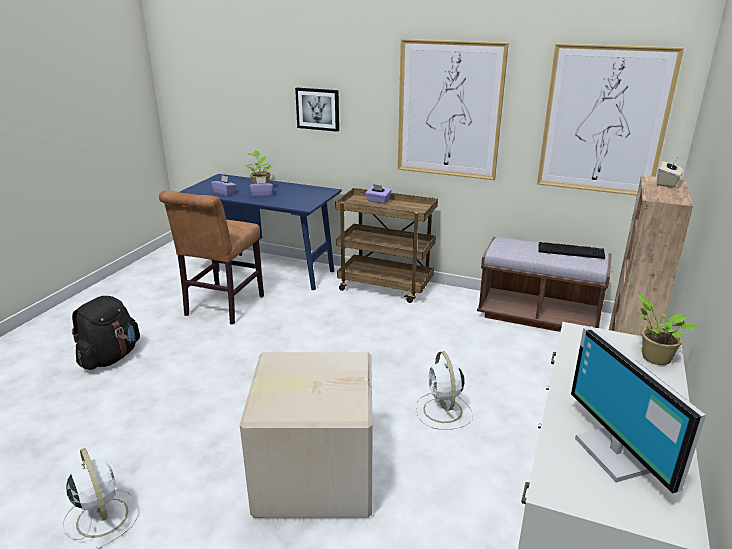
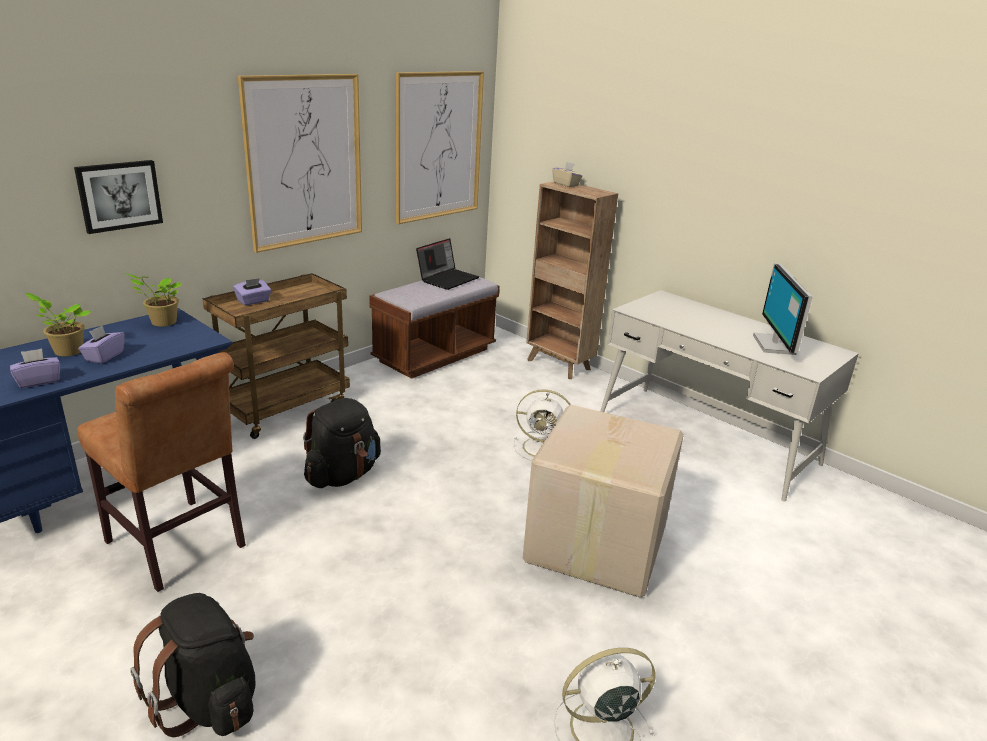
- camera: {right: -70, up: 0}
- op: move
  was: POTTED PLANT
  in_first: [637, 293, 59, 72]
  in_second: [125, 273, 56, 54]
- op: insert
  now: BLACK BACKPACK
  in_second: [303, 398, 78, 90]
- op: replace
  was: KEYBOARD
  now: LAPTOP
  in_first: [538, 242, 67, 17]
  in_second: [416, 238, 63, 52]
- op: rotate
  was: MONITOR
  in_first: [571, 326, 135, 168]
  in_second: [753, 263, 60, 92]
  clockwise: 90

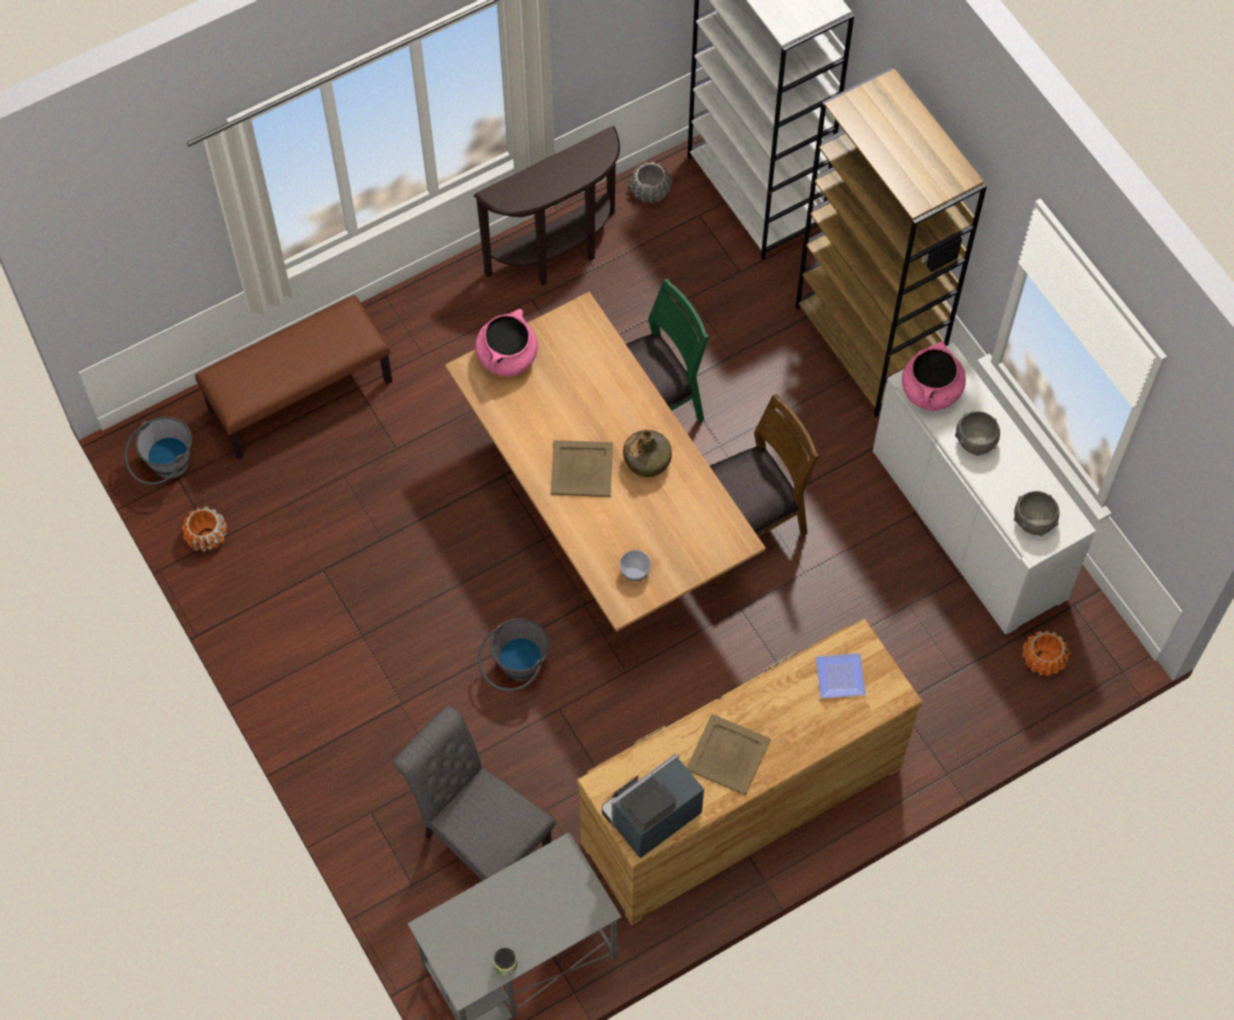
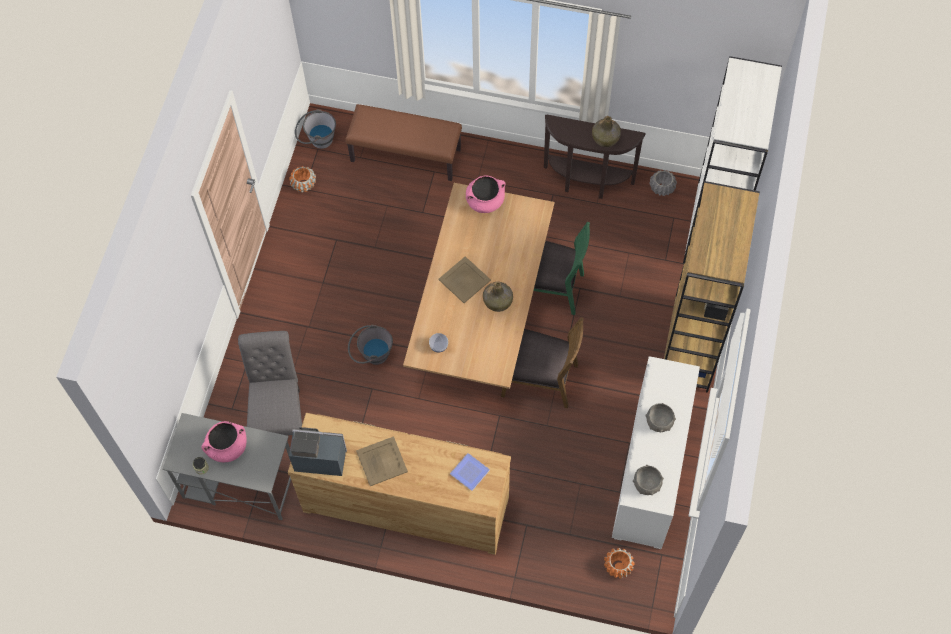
- camera: {right: 45, up: 0}
- op: move
  was: PINK COOKING POT
  in_first: [902, 341, 64, 71]
  in_second: [201, 421, 46, 41]
- op: insert
  now: GREEN BOTTLE
  in_second: [592, 116, 29, 31]

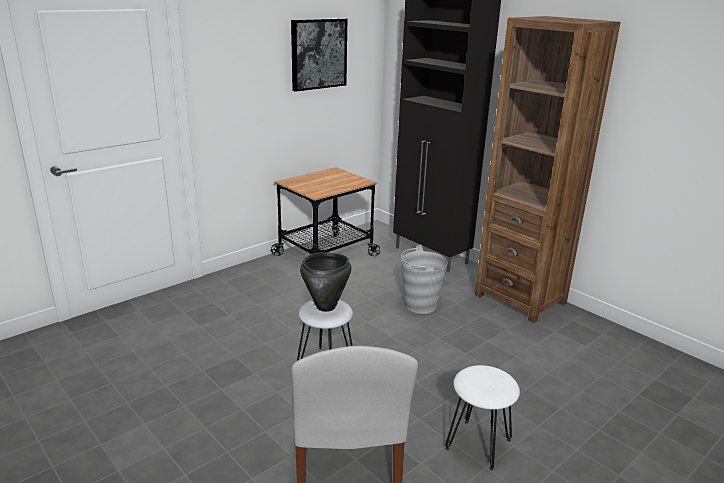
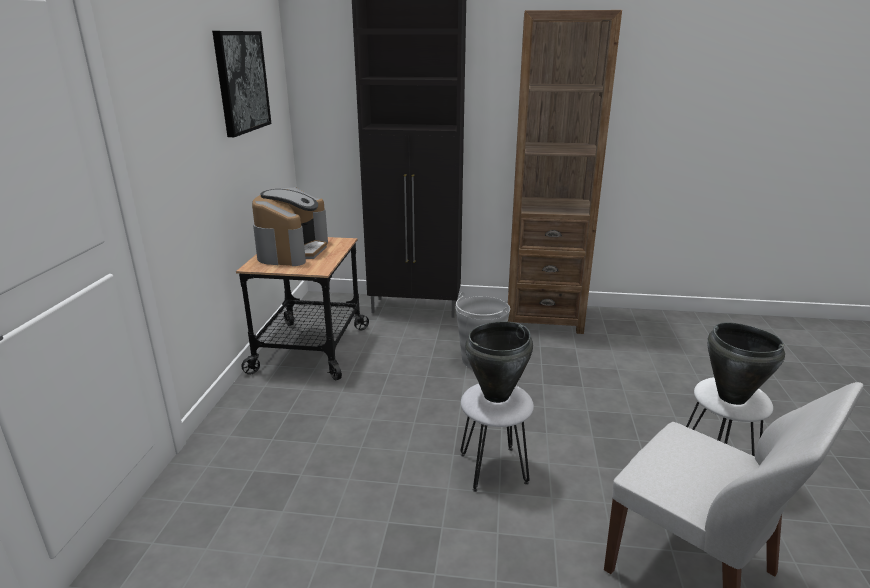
- camera: {right: -40, up: 0}
- op: insert
  now: COFFEE MACHINE
  in_second: [252, 187, 76, 79]
- op: insert
  now: BLACK COOKING POT
  in_second: [707, 322, 78, 83]

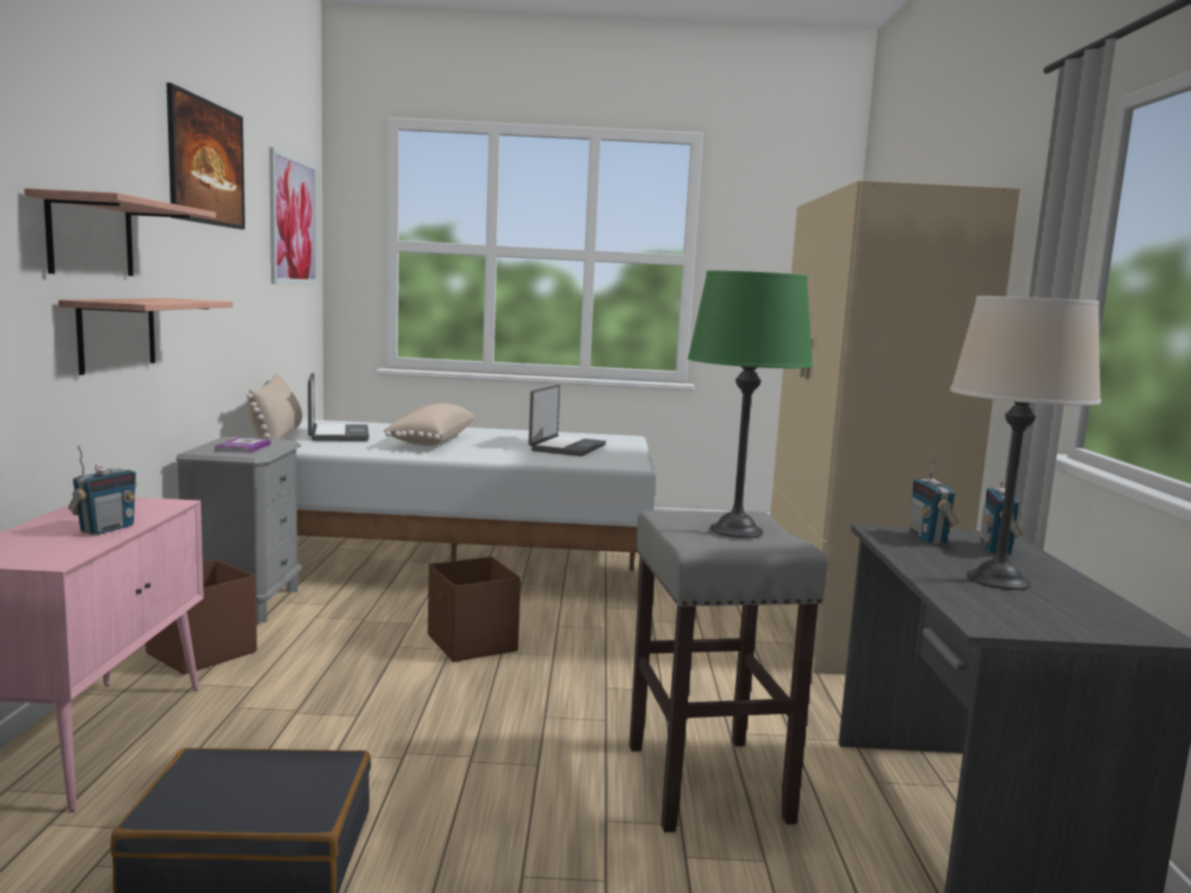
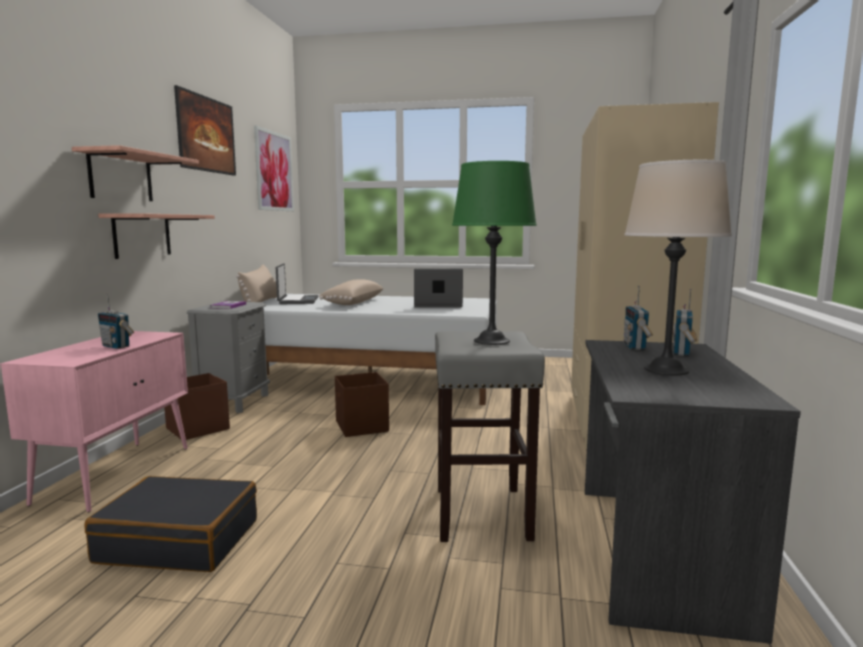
- camera: {right: 10, up: 0}
- op: rotate
  was: RADIO
  in_first: [68, 445, 69, 90]
  in_second: [98, 293, 36, 56]
  clockwise: 90
- op: rotate
  was: LAPTOP
  in_first: [528, 385, 78, 71]
  in_second: [414, 268, 49, 40]
  clockwise: -120

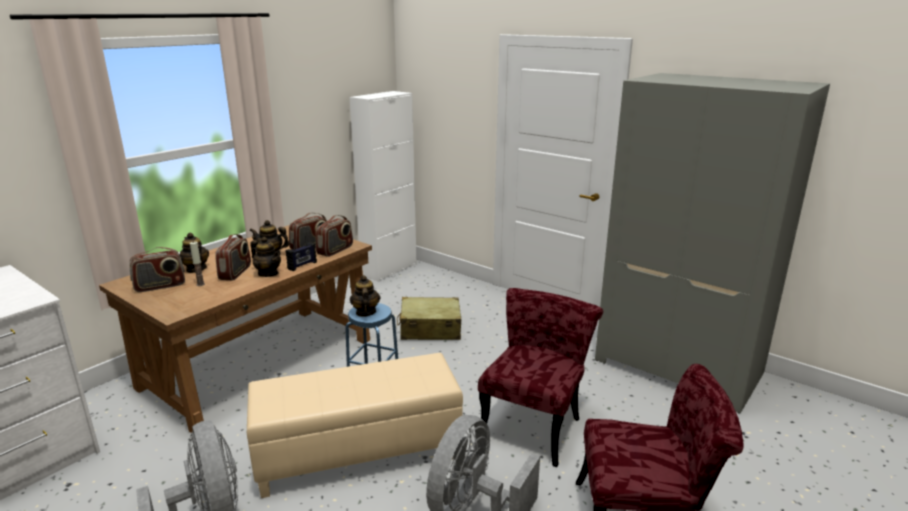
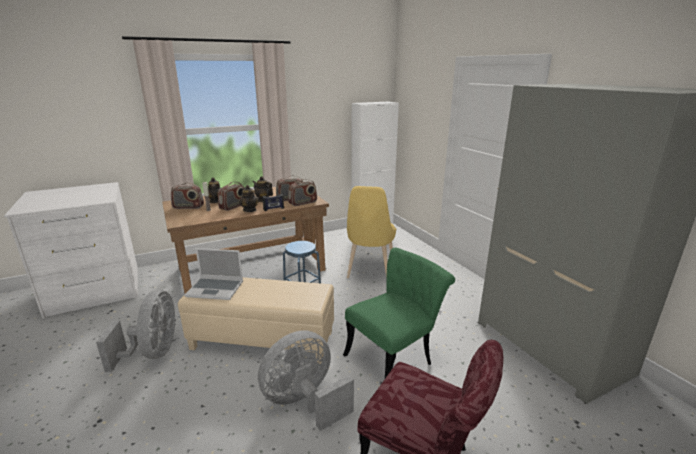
- camera: {right: 25, up: 0}
- op: insert
  now: LAPTOP
  in_second: [185, 248, 58, 52]
- op: recolor
  was: RED CHAIR
  now: GREEN CHAIR
  in_first: [478, 288, 125, 179]
  in_second: [343, 248, 112, 130]
- op: replace
  was: BEIGE SUITCASE
  now: YELLOW CHAIR
  in_first: [397, 297, 65, 43]
  in_second: [347, 186, 49, 93]
- op: delete
  was: TEAPOT
  in_first: [350, 275, 31, 42]

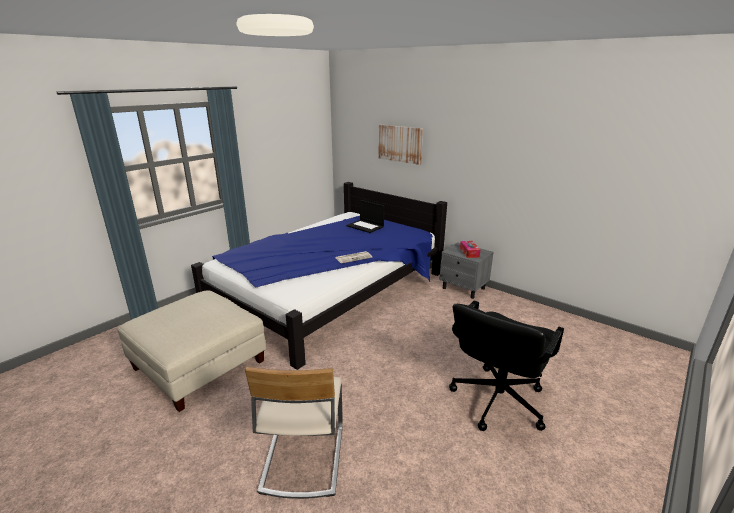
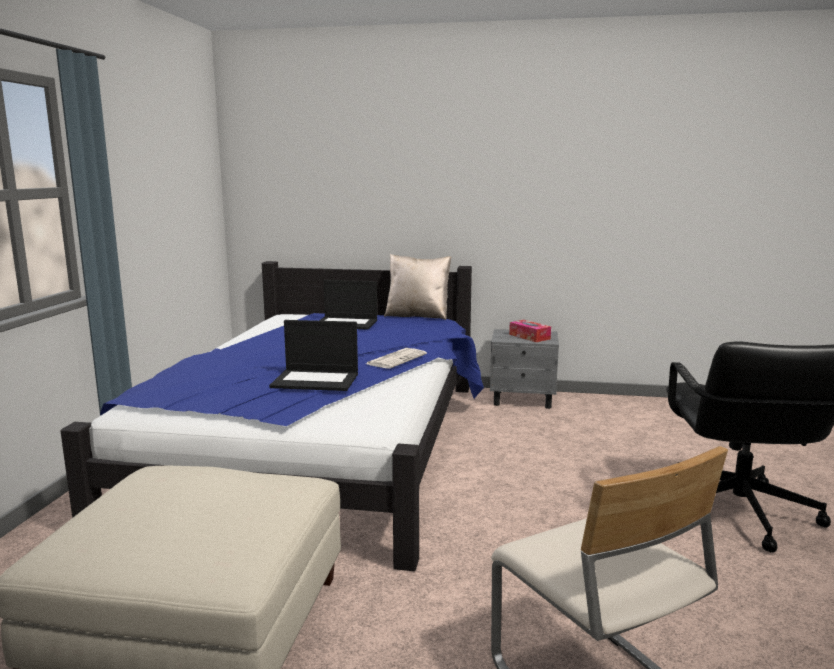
- camera: {right: -30, up: -10}
- op: insert
  now: LAPTOP
  in_second: [269, 320, 89, 71]
- op: insert
  now: BEIGE PILLOW
  in_second: [384, 254, 67, 66]
- op: delete
  was: PICTURE
  in_first: [379, 125, 44, 40]

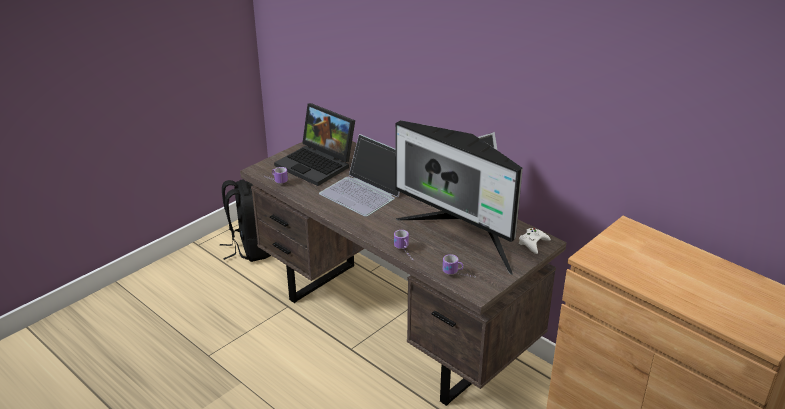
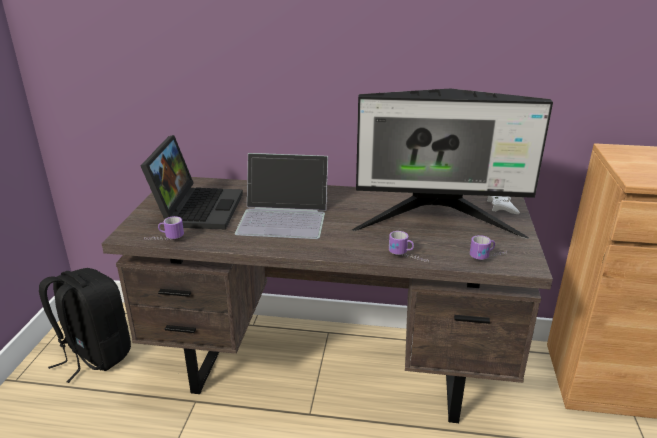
- camera: {right: -35, up: -5}
- op: rotate
  was: LAPTOP
  in_first: [274, 103, 81, 83]
  in_second: [141, 135, 102, 95]
  clockwise: -90

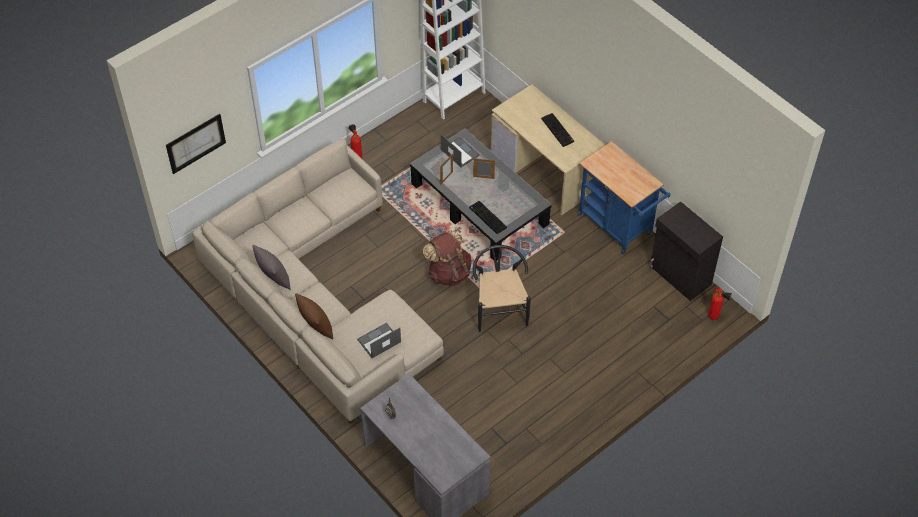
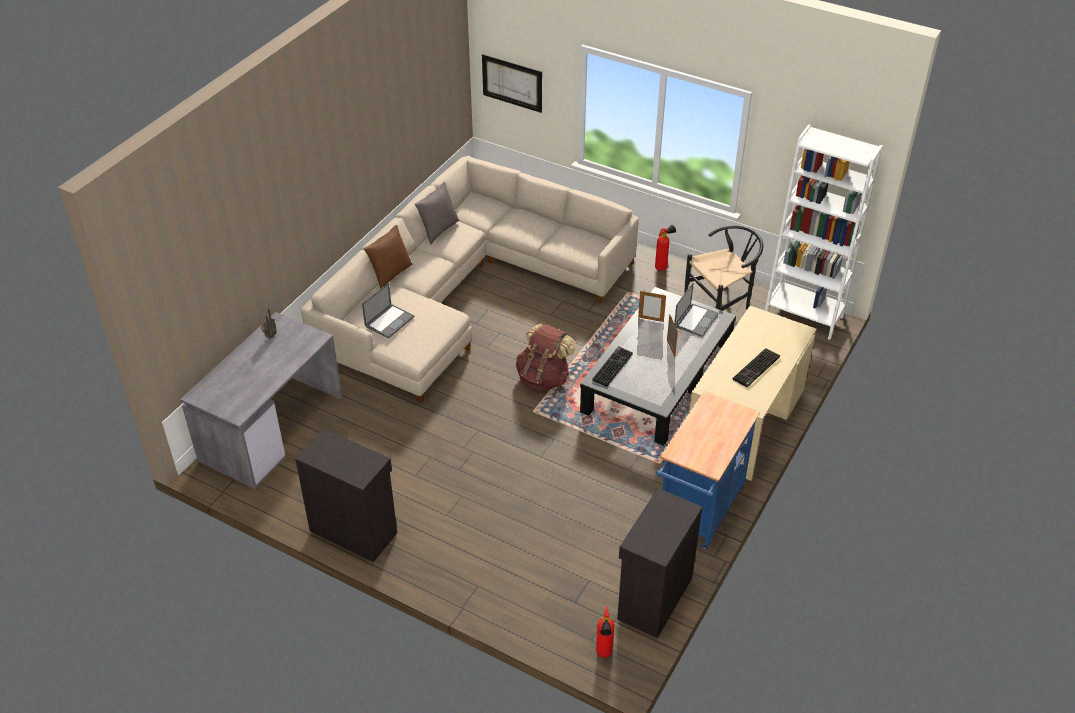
- camera: {right: 70, up: -10}
- op: insert
  now: BLACK CABINET
  in_second: [295, 429, 102, 133]
- op: rotate
  was: LAPTOP
  in_first: [357, 323, 44, 35]
  in_second: [362, 283, 53, 56]
  clockwise: 90
- op: move
  was: BLACK CHAIR
  in_first: [473, 245, 58, 87]
  in_second: [684, 225, 79, 86]

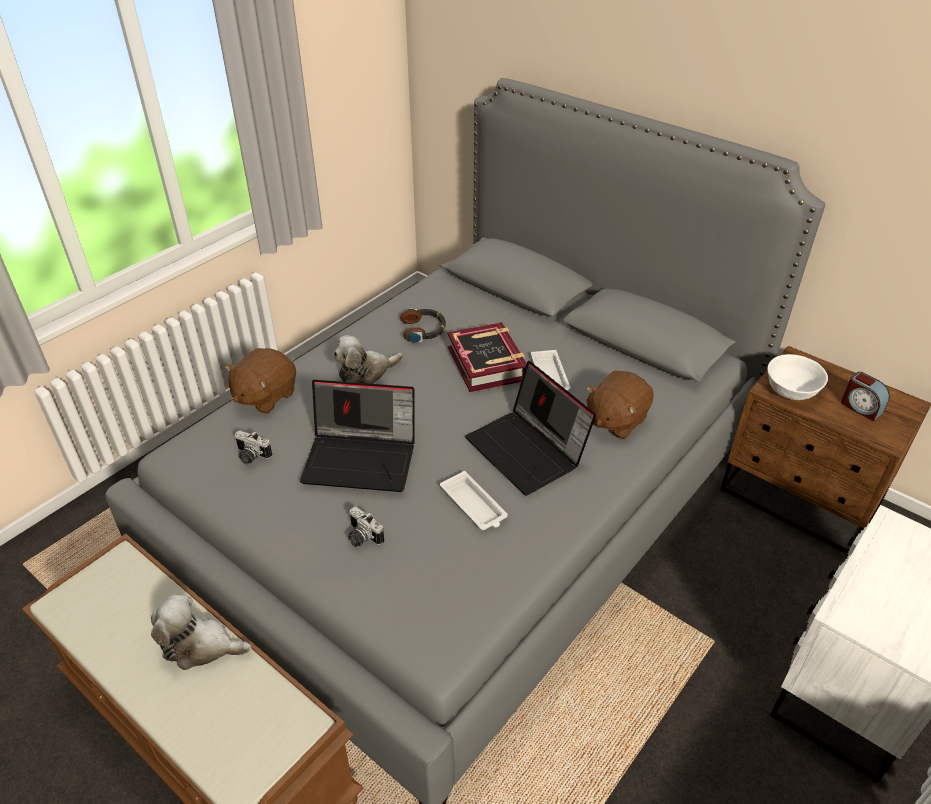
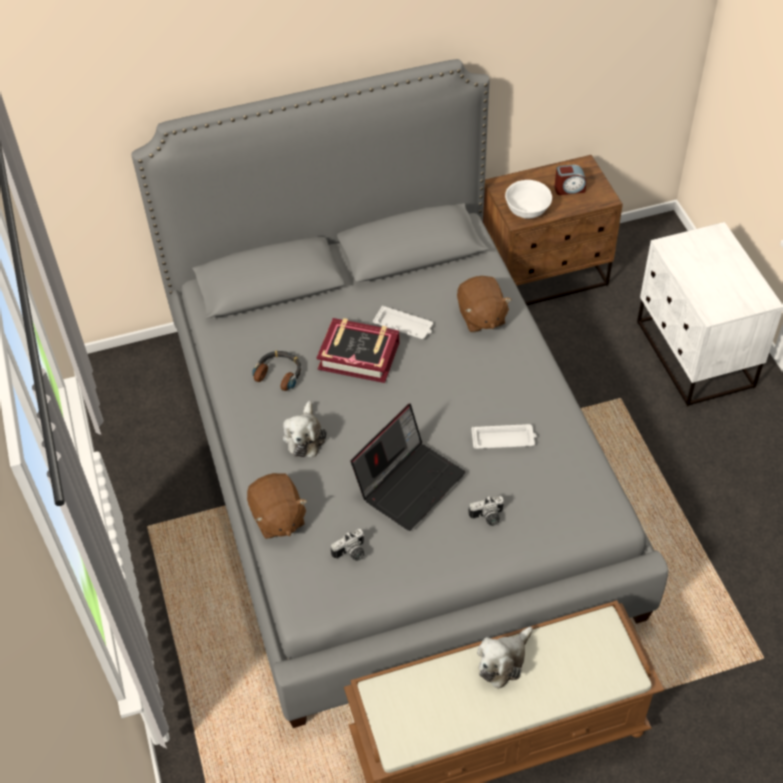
- camera: {right: -55, up: 10}
- op: delete
  was: LAPTOP
  in_first: [465, 361, 131, 135]

